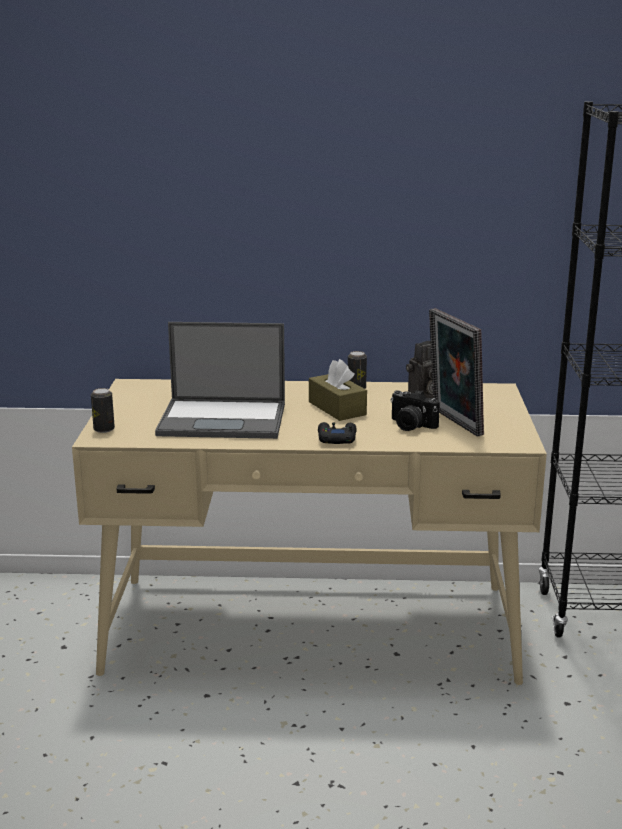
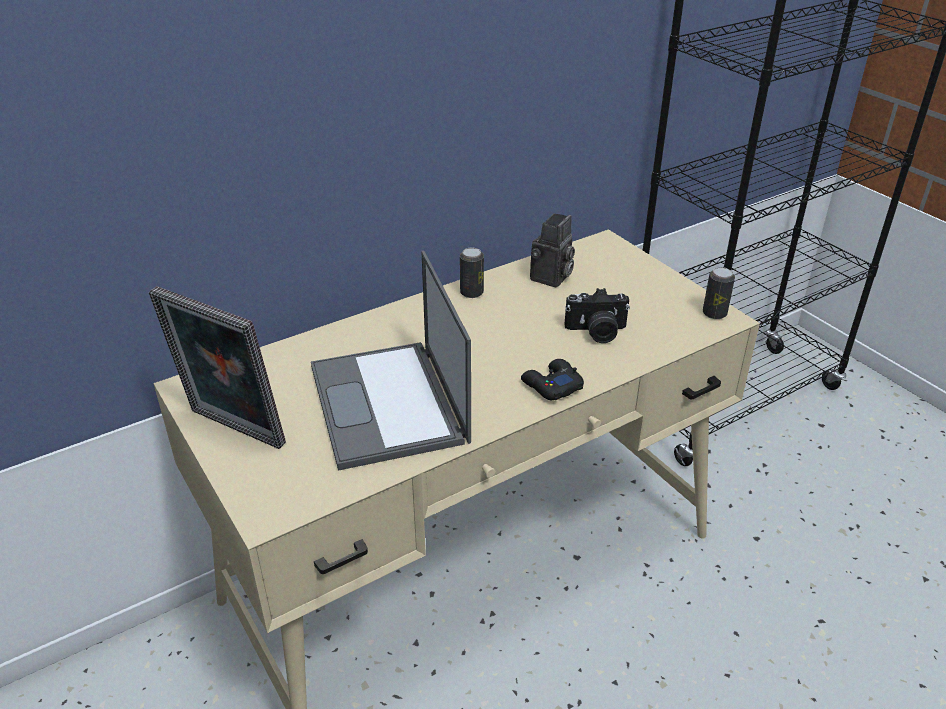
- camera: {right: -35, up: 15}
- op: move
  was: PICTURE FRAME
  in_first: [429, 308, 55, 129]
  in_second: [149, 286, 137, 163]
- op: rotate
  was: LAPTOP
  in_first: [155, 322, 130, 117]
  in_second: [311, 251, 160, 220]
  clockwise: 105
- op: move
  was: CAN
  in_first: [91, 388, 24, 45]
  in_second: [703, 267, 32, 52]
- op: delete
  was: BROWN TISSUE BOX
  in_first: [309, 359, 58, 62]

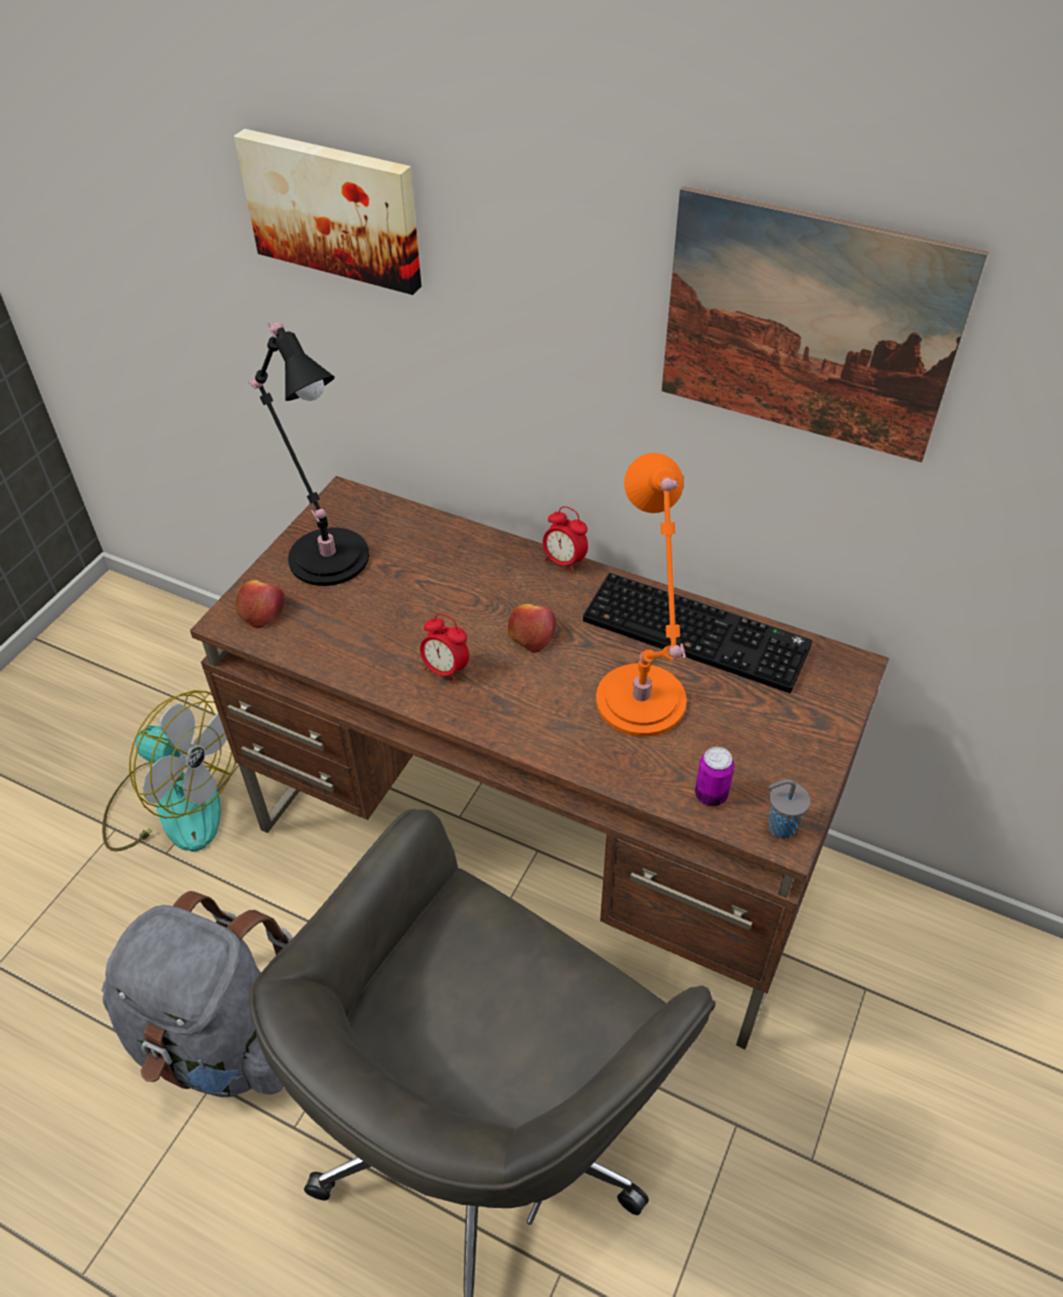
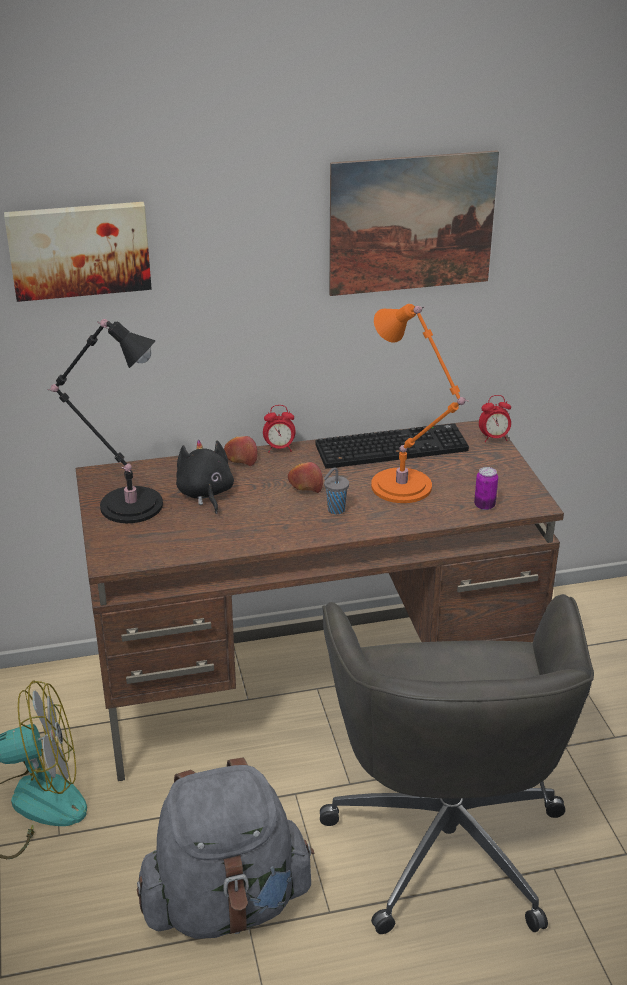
- camera: {right: -40, up: -15}
- op: insert
  now: BLACK PLUSH TOY
  in_second: [176, 440, 58, 74]
- op: move
  was: APPLE
  in_first: [236, 580, 49, 48]
  in_second: [224, 436, 33, 30]
- op: move
  was: GREY CUP
  in_first: [768, 779, 43, 60]
  in_second: [324, 467, 25, 47]
- op: move
  was: ALARM CLOCK
  in_first: [420, 613, 49, 71]
  in_second: [479, 395, 32, 47]

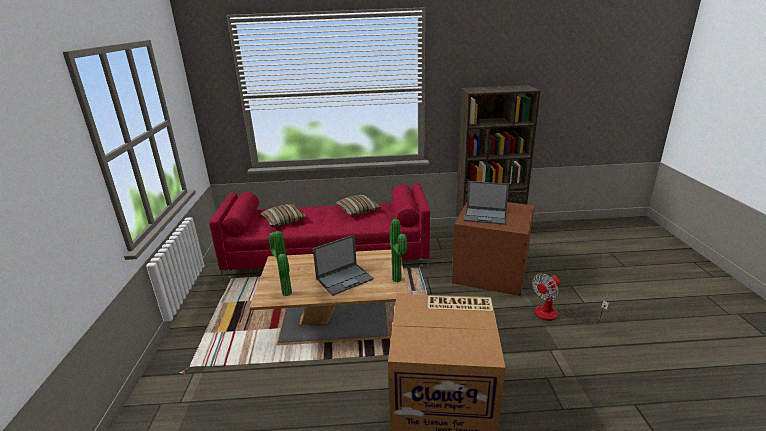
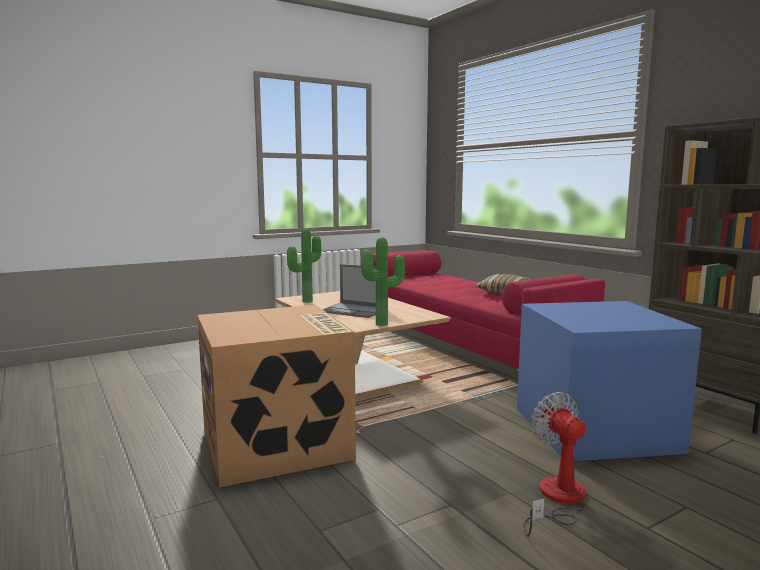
- camera: {right: 60, up: -15}
- op: recolor
  was: BROWN STORAGE BOX
  now: BLUE STORAGE BOX
  in_first: [452, 202, 82, 94]
  in_second: [517, 301, 185, 160]
- op: rotate
  was: FAN
  in_first: [532, 274, 77, 50]
  in_second: [523, 392, 63, 145]
  clockwise: 45
- op: delete
  was: PILLOW
  in_first: [260, 204, 46, 23]
- op: delete
  was: LAPTOP
  in_first: [464, 181, 45, 44]

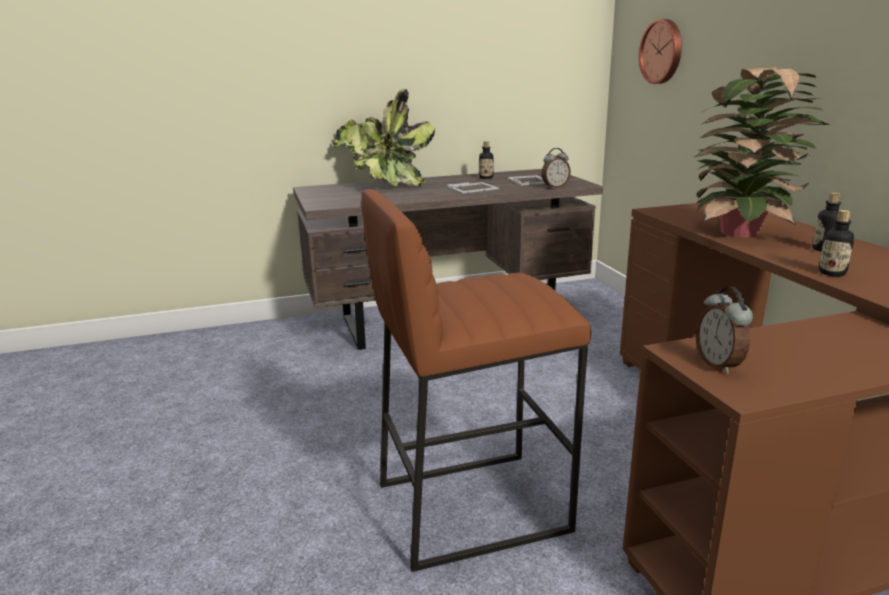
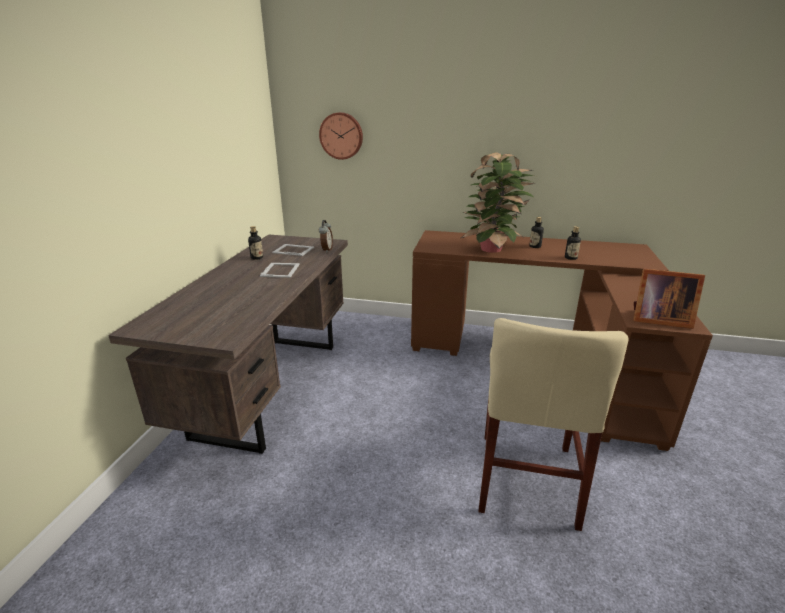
- camera: {right: -60, up: 5}
- op: replace
  was: BROWN STOOL
  now: BEIGE CHAIR
  in_first: [361, 189, 230, 383]
  in_second: [479, 318, 150, 213]
- op: replace
  was: ALARM CLOCK
  now: PICTURE FRAME
  in_first: [696, 287, 57, 87]
  in_second: [633, 269, 72, 60]
- op: delete
  was: POTTED PLANT
  in_first: [332, 89, 103, 98]

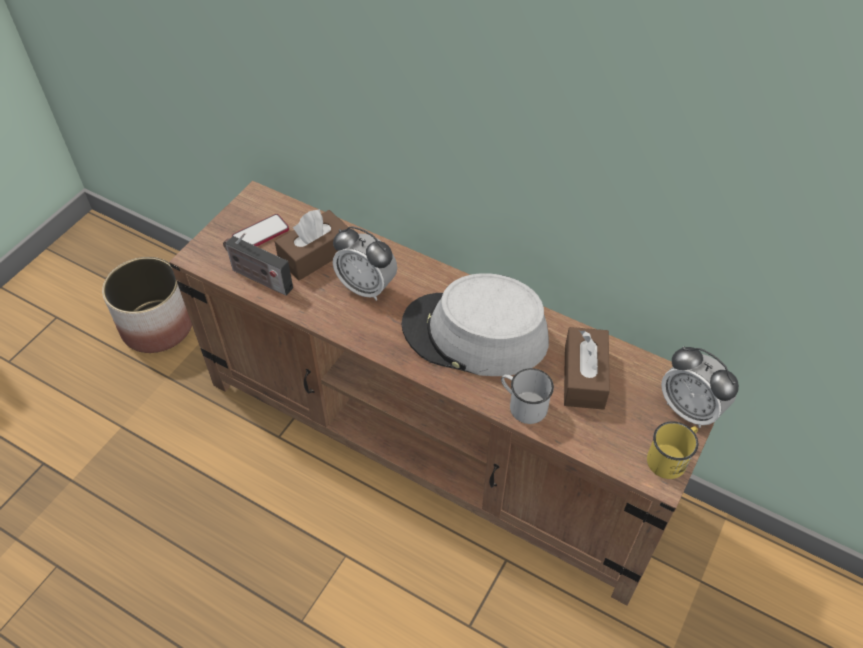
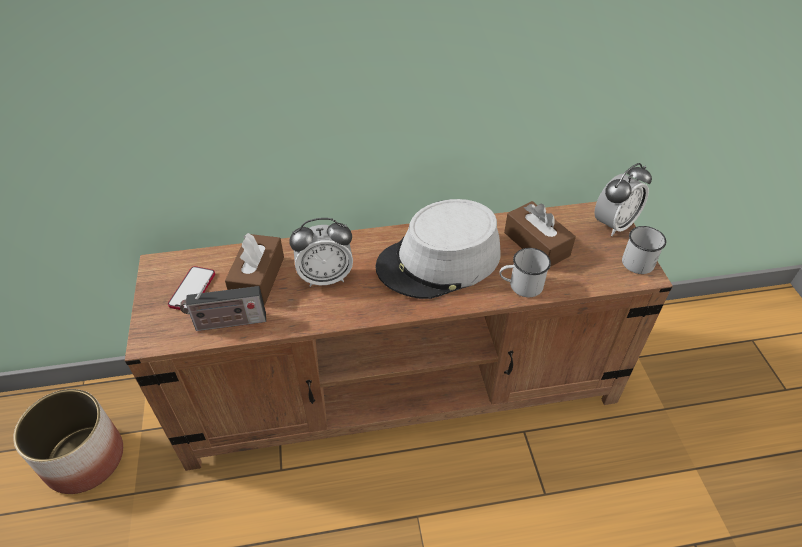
- camera: {right: -40, up: -5}
- op: rotate
  was: ALARM CLOCK
  in_first: [661, 347, 78, 81]
  in_second: [594, 163, 58, 73]
  clockwise: -45
- op: recolor
  was: YELLOW MUG
  now: WHITE MUG
  in_first: [647, 421, 51, 58]
  in_second: [622, 226, 44, 48]

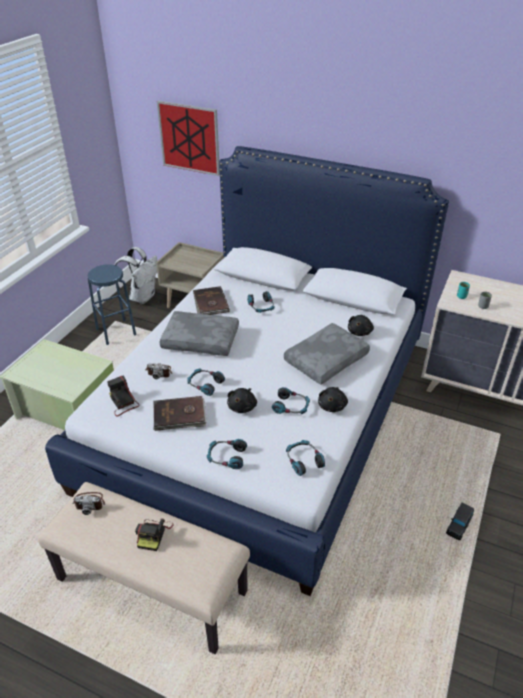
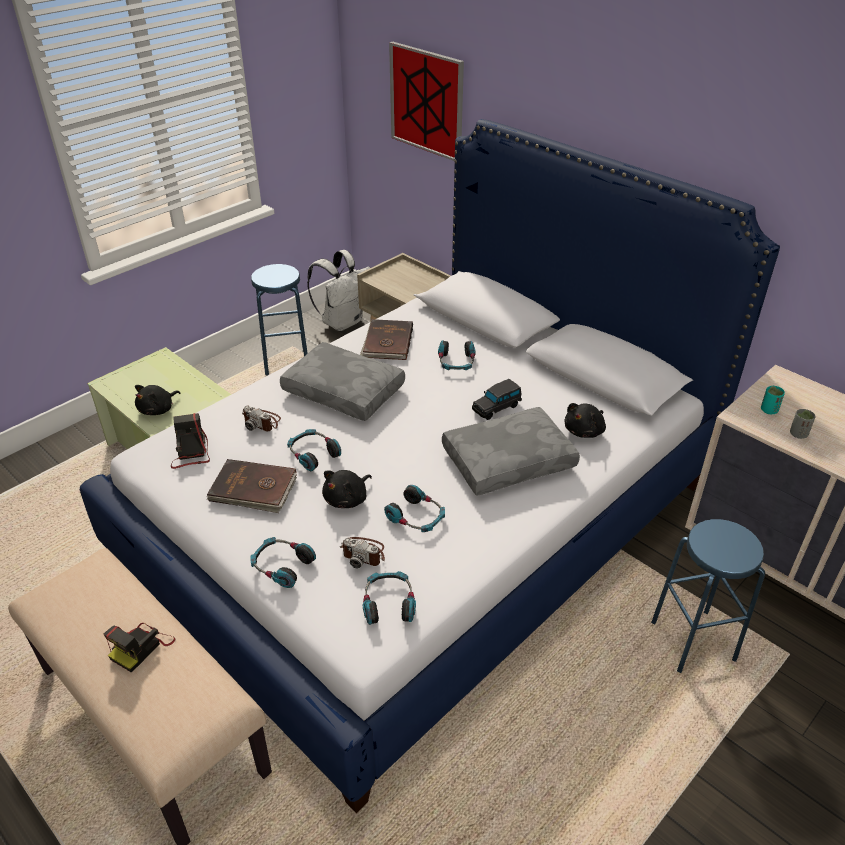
- camera: {right: 20, up: 0}
- op: move
  was: BLACK PLUSH TOY
  in_first: [318, 387, 30, 25]
  in_second: [135, 385, 45, 30]
- op: move
  was: PHOTO CAMERA
  in_first: [72, 492, 33, 23]
  in_second: [340, 537, 45, 32]
- op: move
  was: BLACK TOY CAR
  in_first: [446, 503, 28, 37]
  in_second: [472, 379, 50, 41]
- op: insert
  now: BLUE STOOL
  in_second: [651, 519, 114, 154]

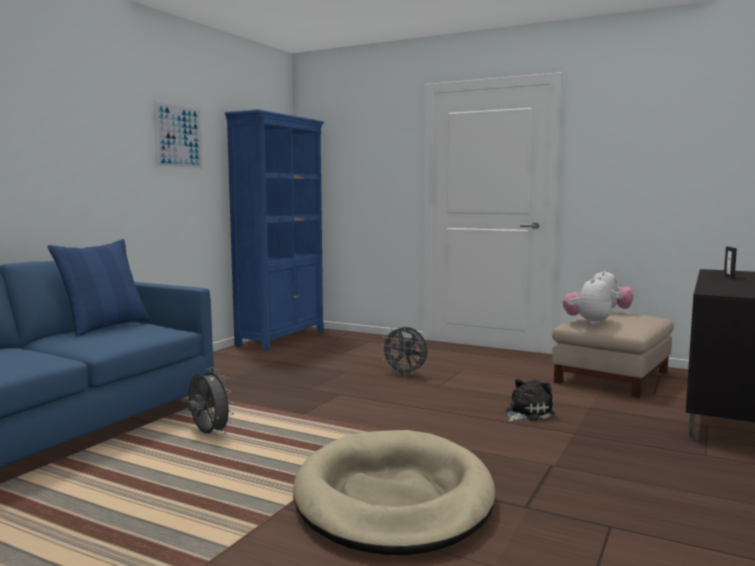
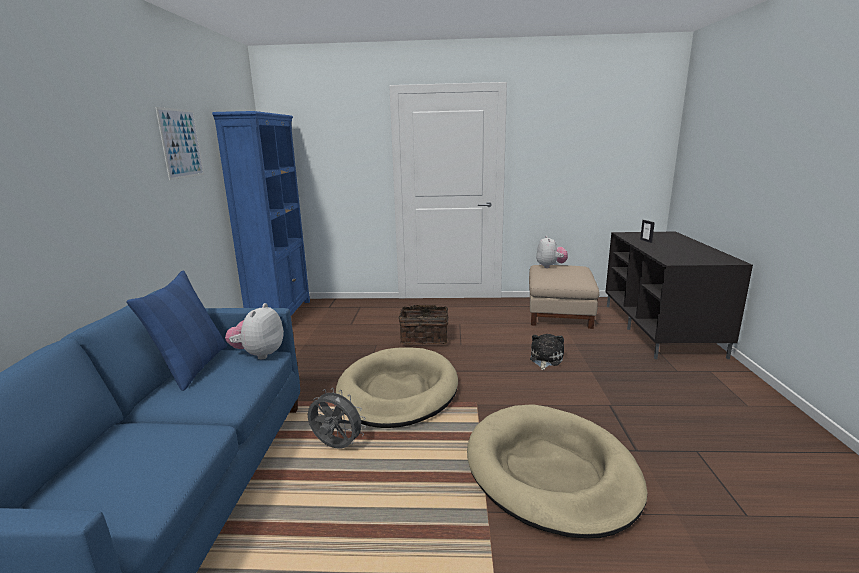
- camera: {right: -25, up: 10}
- op: move
  was: PLUSH TOY
  in_first: [562, 277, 50, 48]
  in_second: [225, 303, 59, 56]
- op: insert
  now: BEIGE DOG BED
  in_second: [336, 348, 122, 80]
- op: replace
  was: GREY FAN
  now: BASKET
  in_first: [380, 325, 47, 51]
  in_second: [399, 305, 49, 39]

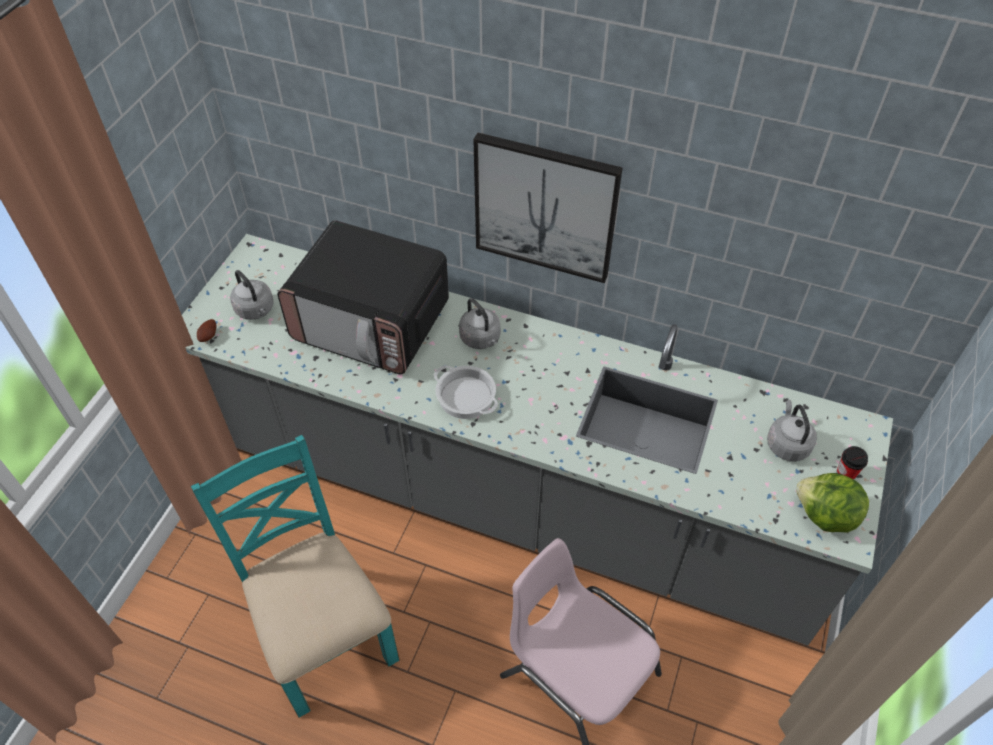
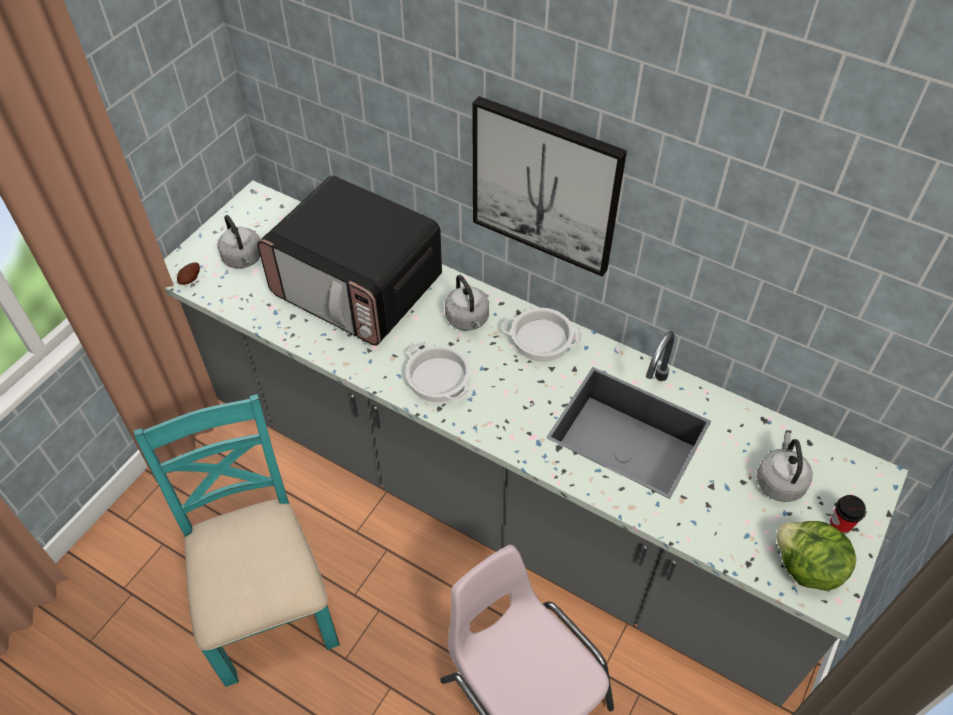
- camera: {right: 10, up: 0}
- op: insert
  now: COOKING POT
  in_second: [502, 308, 80, 54]

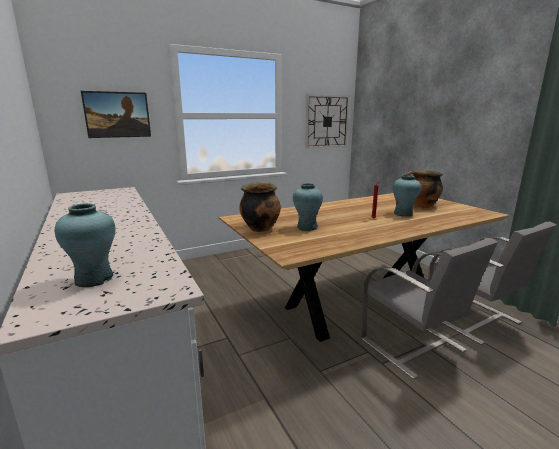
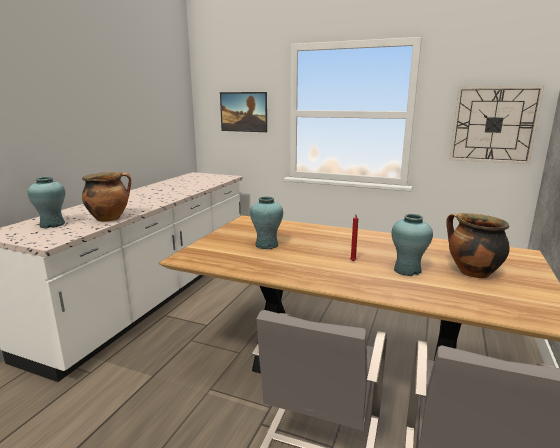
- camera: {right: 50, up: 0}
- op: move
  was: COOKING POT
  in_first: [239, 182, 42, 50]
  in_second: [82, 172, 49, 50]

